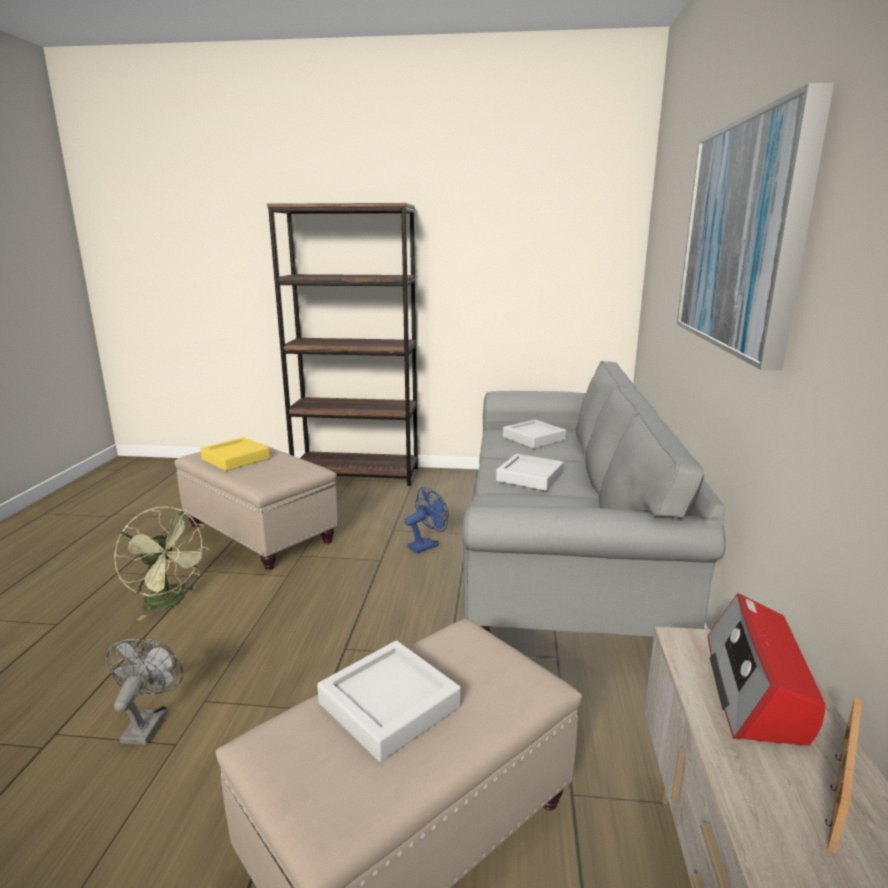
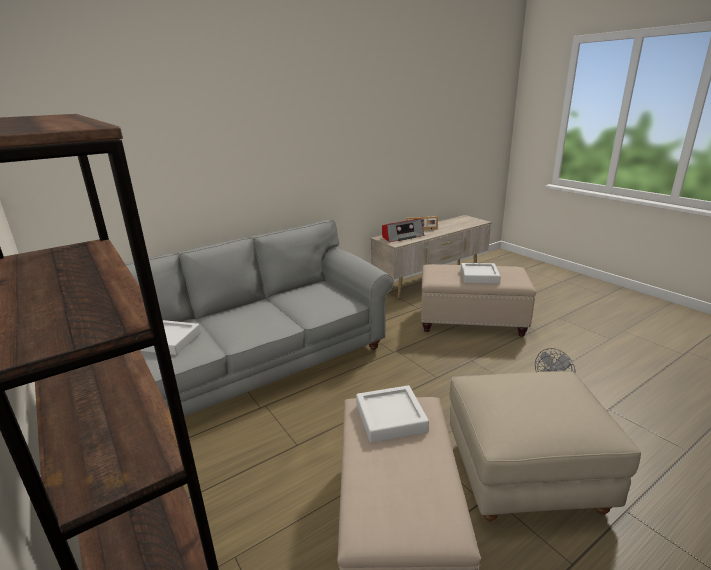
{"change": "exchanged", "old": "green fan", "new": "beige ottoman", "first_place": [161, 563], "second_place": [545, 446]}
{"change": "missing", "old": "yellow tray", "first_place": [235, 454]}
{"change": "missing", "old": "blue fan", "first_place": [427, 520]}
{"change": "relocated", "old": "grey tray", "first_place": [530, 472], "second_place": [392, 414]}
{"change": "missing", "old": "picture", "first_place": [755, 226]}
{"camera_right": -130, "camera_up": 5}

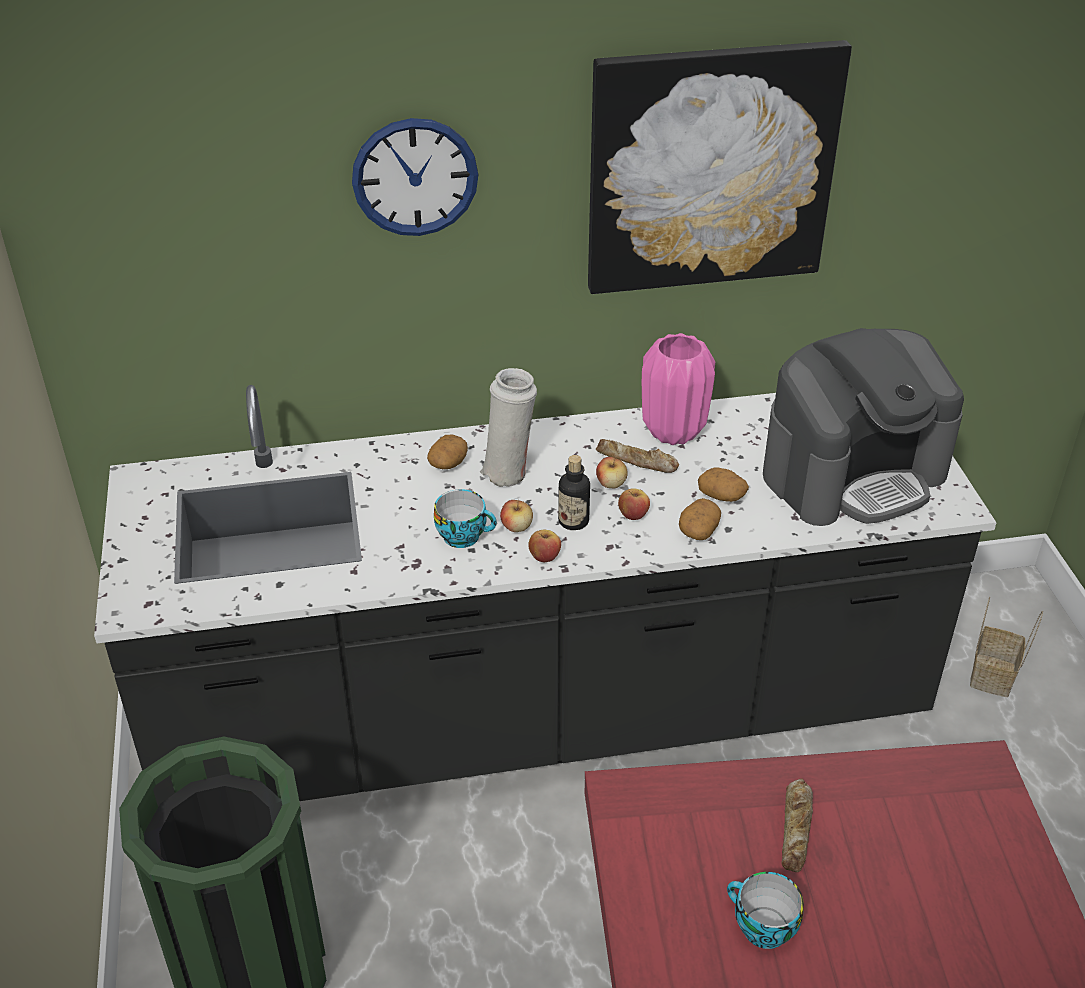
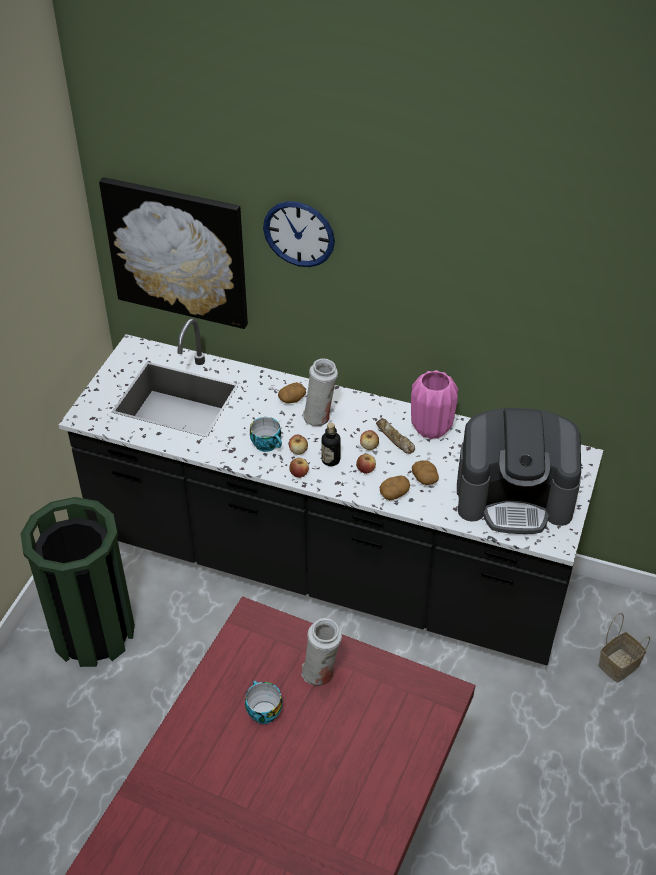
{"change": "relocated", "old": "picture", "first_place": [720, 167], "second_place": [173, 253]}
{"change": "exchanged", "old": "bread", "new": "white vase", "first_place": [797, 825], "second_place": [321, 652]}
{"camera_right": 30, "camera_up": 5}

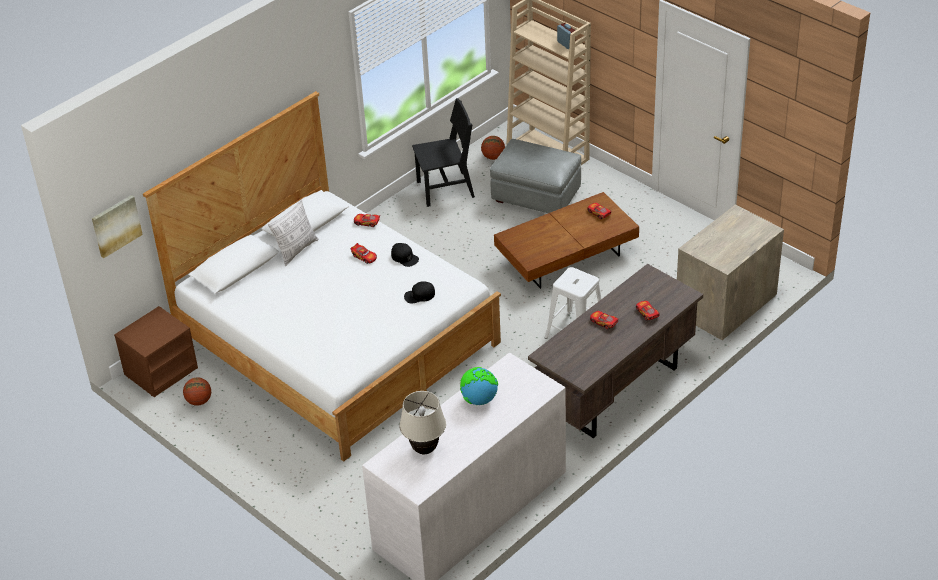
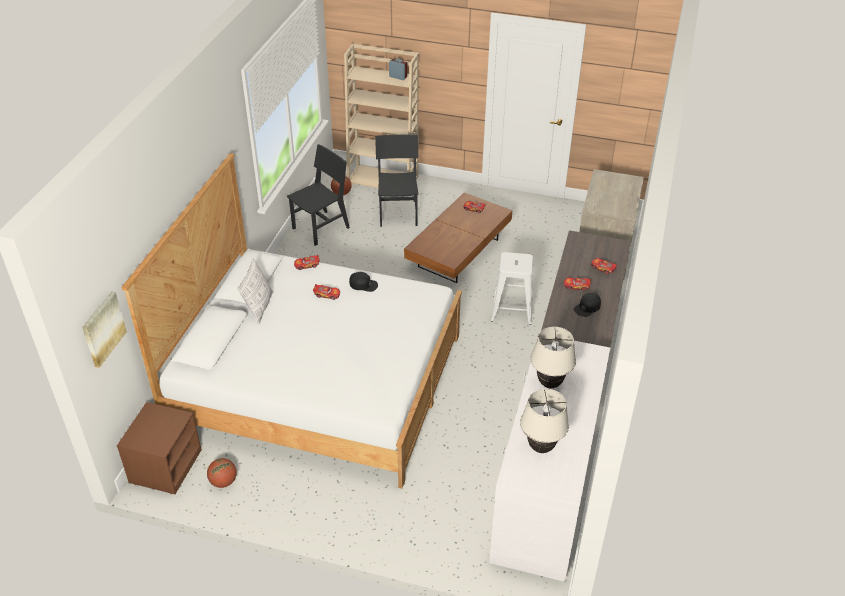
{"change": "relocated", "old": "black cap", "first_place": [419, 292], "second_place": [587, 305]}
{"change": "exchanged", "old": "globe", "new": "beige table lamp", "first_place": [479, 386], "second_place": [553, 357]}
{"change": "exchanged", "old": "grey ottoman", "new": "black chair", "first_place": [535, 176], "second_place": [396, 181]}
{"camera_right": -30, "camera_up": 0}

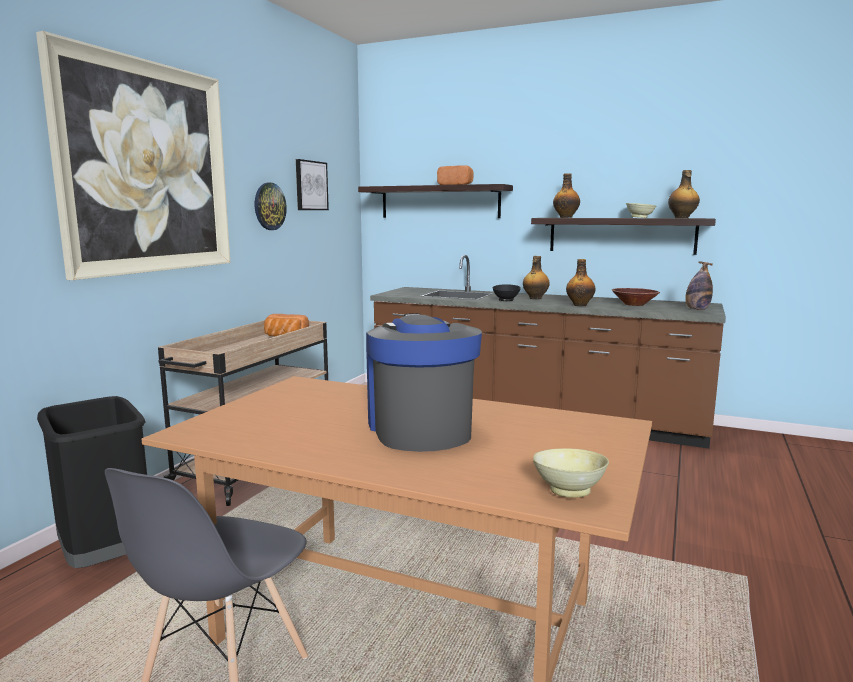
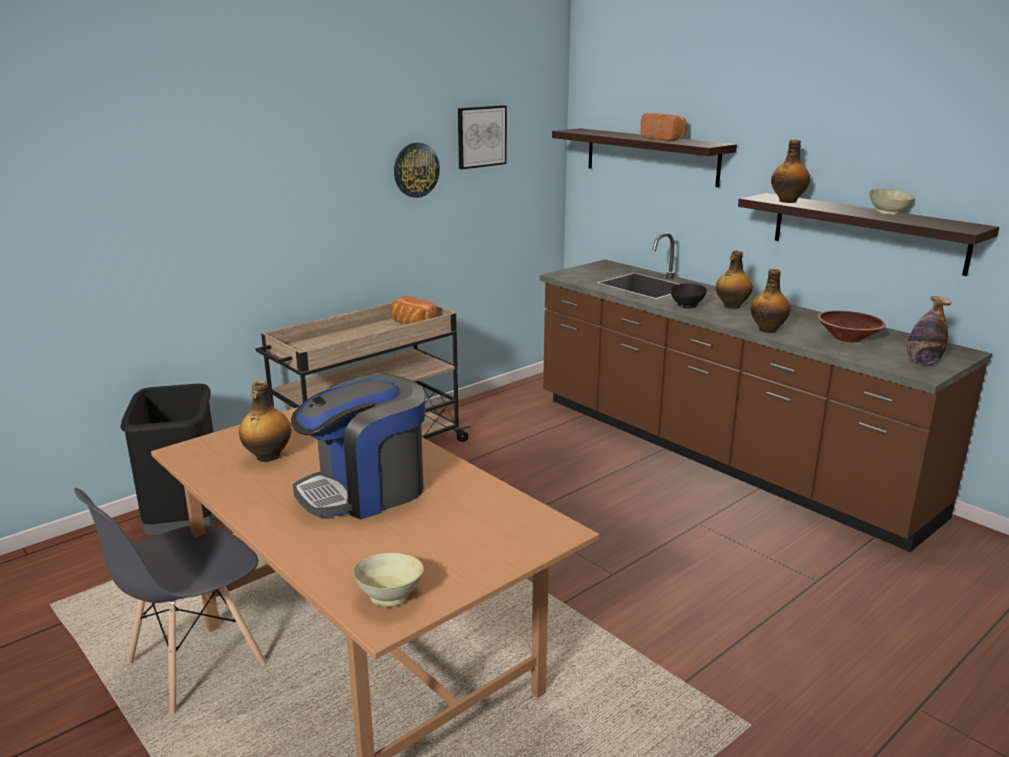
{"change": "missing", "old": "picture", "first_place": [133, 155]}
{"change": "spun", "old": "coffee machine", "first_place": [424, 382], "second_place": [358, 446], "degrees": -135}
{"change": "relocated", "old": "bottle", "first_place": [684, 194], "second_place": [265, 421]}
{"camera_right": 25, "camera_up": 10}

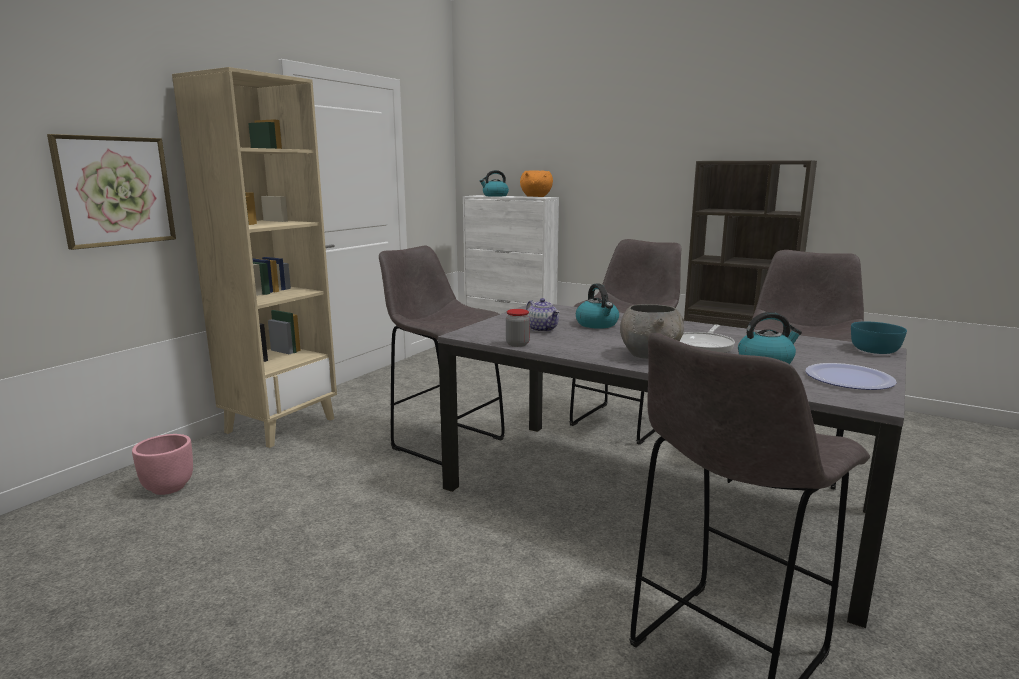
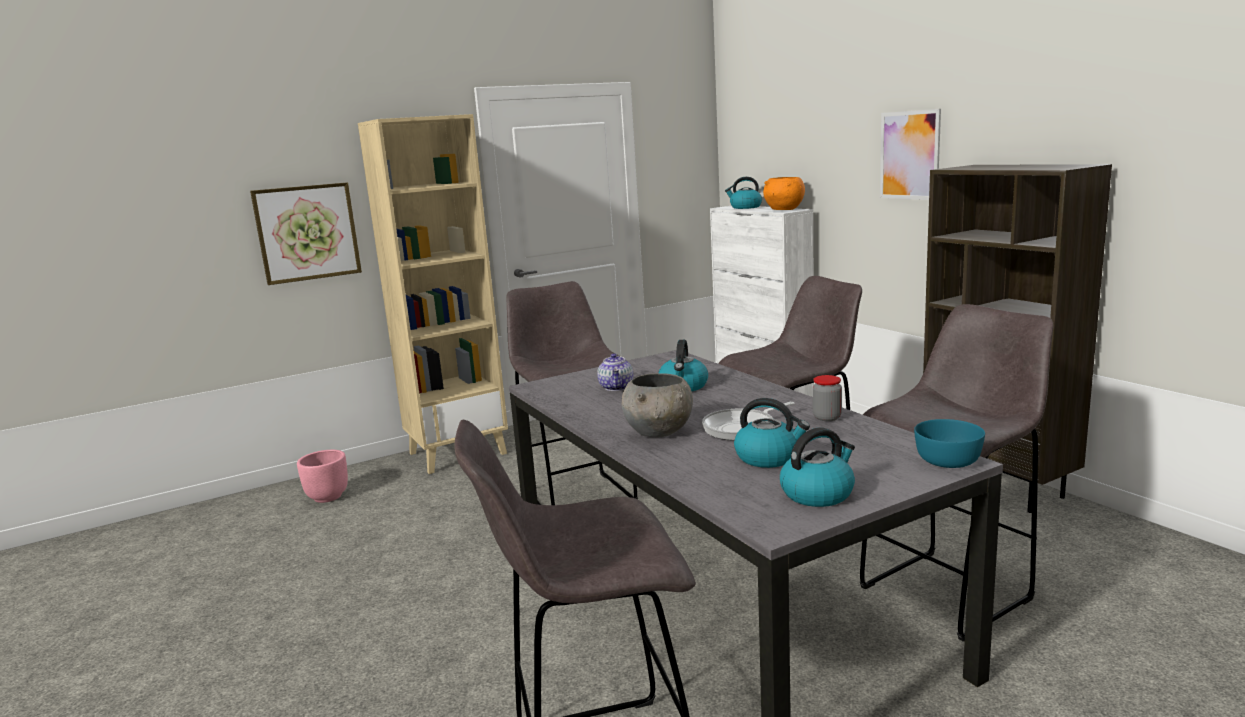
{"change": "relocated", "old": "jar", "first_place": [518, 328], "second_place": [827, 398]}
{"change": "exchanged", "old": "plate", "new": "kettle", "first_place": [851, 376], "second_place": [817, 467]}
{"change": "appeared", "new": "picture", "second_place": [910, 154]}
{"camera_right": 30, "camera_up": 0}

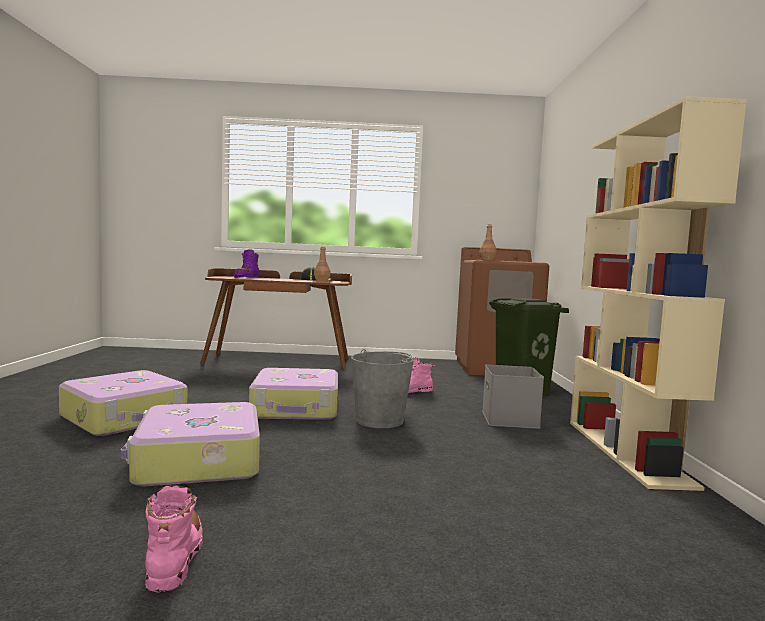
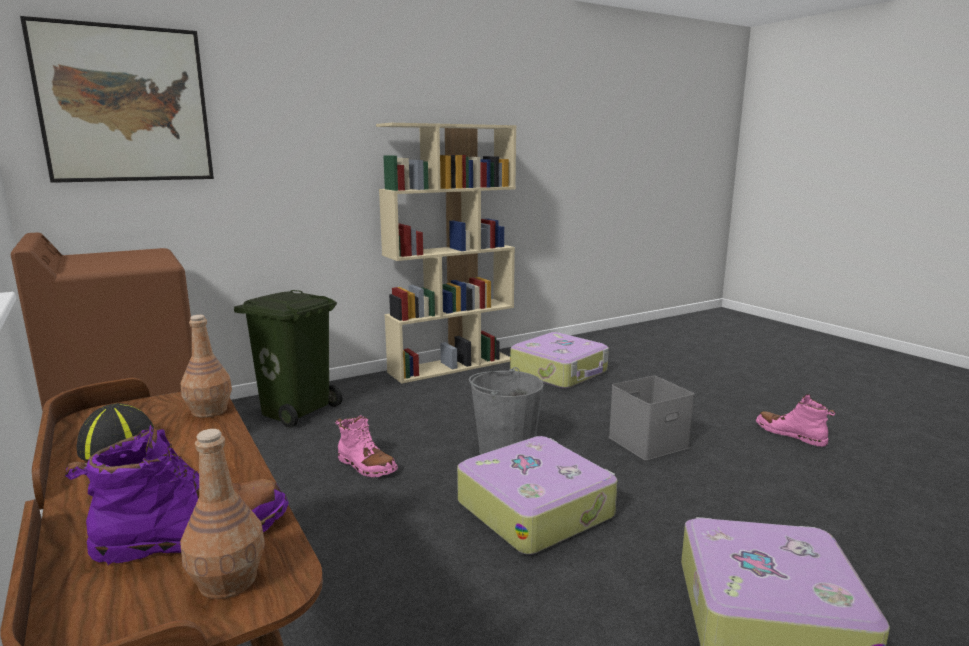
{"change": "relocated", "old": "suitcase", "first_place": [190, 444], "second_place": [559, 360]}
{"change": "spun", "old": "pink boot", "first_place": [174, 539], "second_place": [795, 420], "degrees": 90}
{"change": "relocated", "old": "brown bottle", "first_place": [488, 242], "second_place": [222, 514]}
{"change": "relocated", "old": "grey storage box", "first_place": [513, 397], "second_place": [651, 418]}
{"change": "appeared", "new": "picture", "second_place": [117, 99]}
{"camera_right": -120, "camera_up": 10}

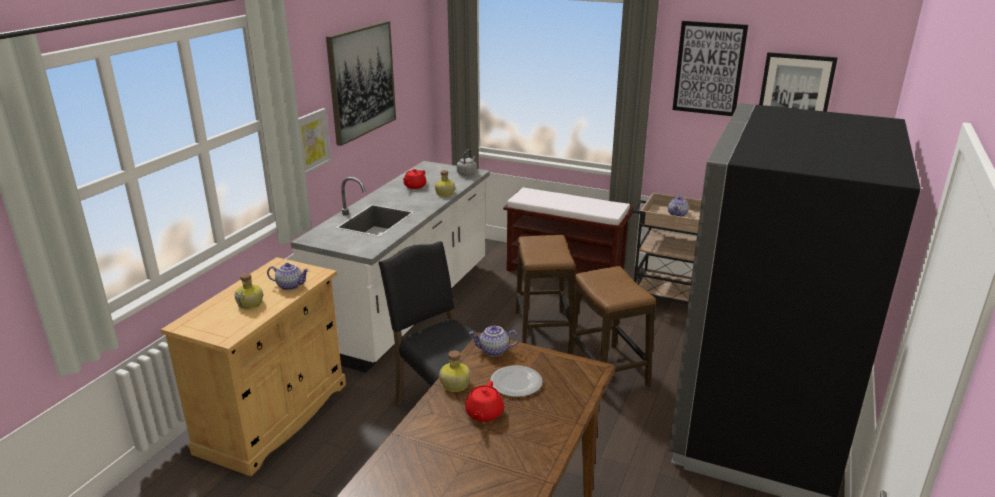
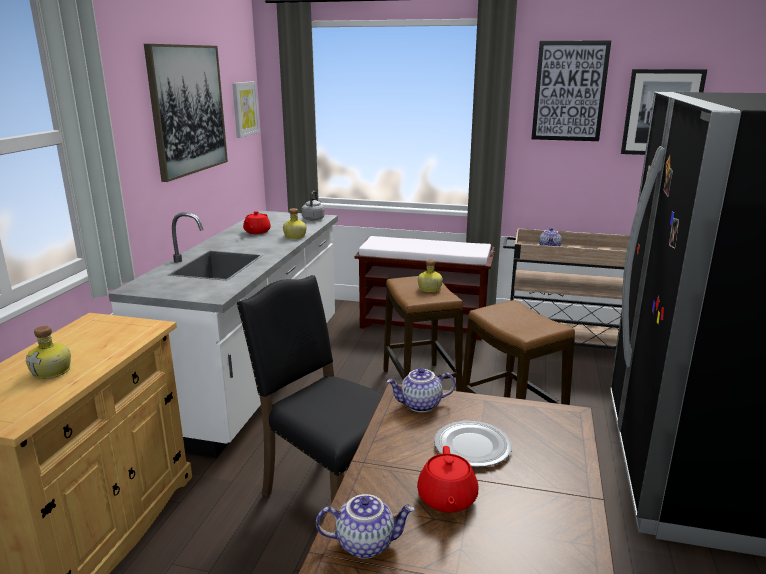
{"change": "relocated", "old": "teapot", "first_place": [288, 276], "second_place": [365, 526]}
{"change": "relocated", "old": "picture", "first_place": [314, 141], "second_place": [245, 109]}
{"change": "relocated", "old": "bottle", "first_place": [455, 371], "second_place": [430, 275]}
{"camera_right": -10, "camera_up": -5}

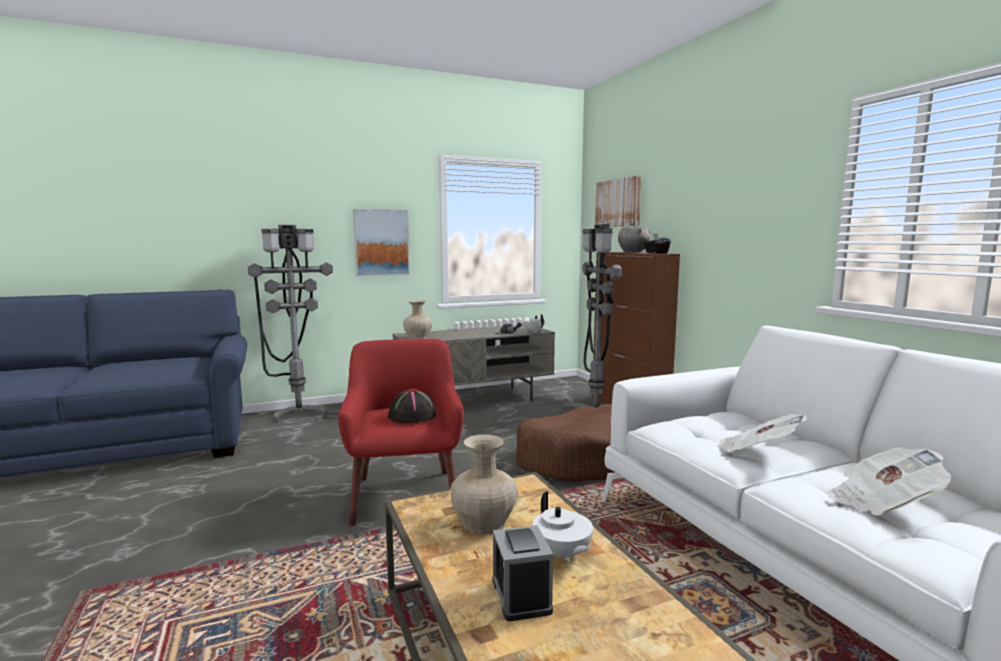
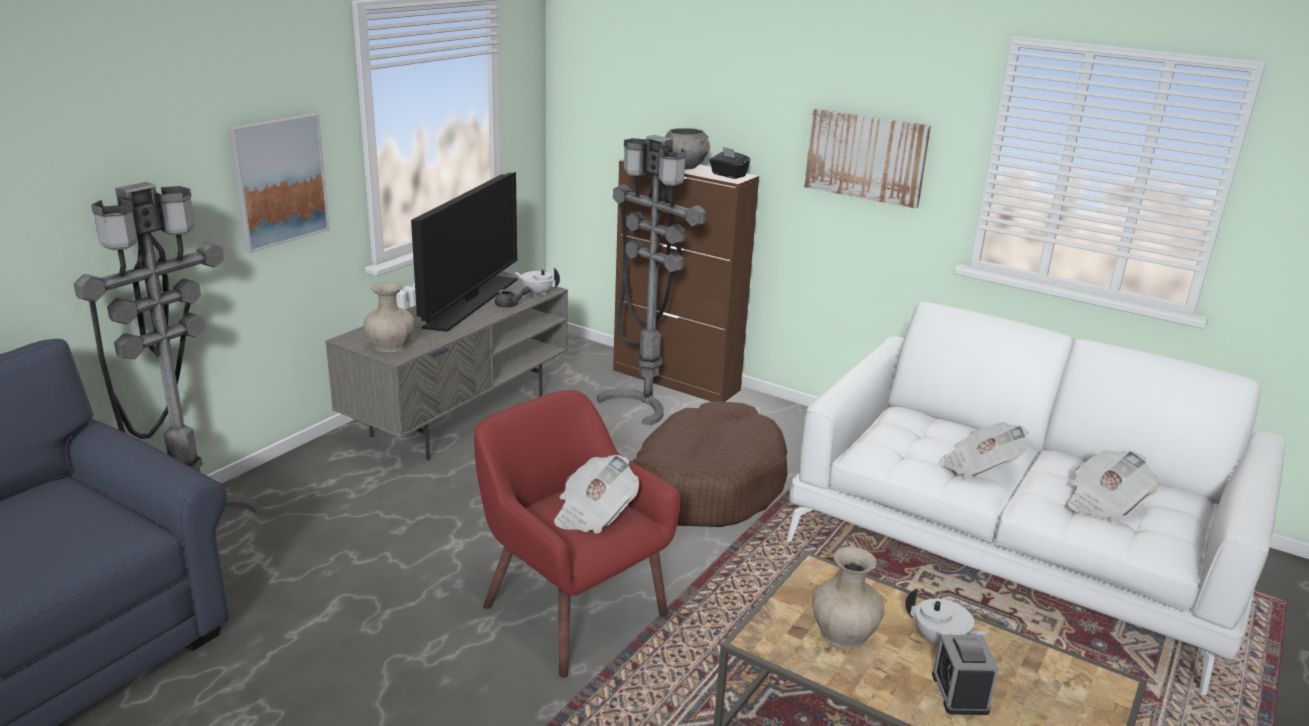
{"change": "exchanged", "old": "black hat", "new": "newspaper", "first_place": [412, 405], "second_place": [596, 494]}
{"change": "spun", "old": "alarm clock", "first_place": [523, 573], "second_place": [965, 674], "degrees": 45}
{"change": "relocated", "old": "picture", "first_place": [618, 201], "second_place": [867, 158]}
{"change": "appeared", "new": "television", "second_place": [464, 252]}
{"camera_right": -35, "camera_up": 15}

